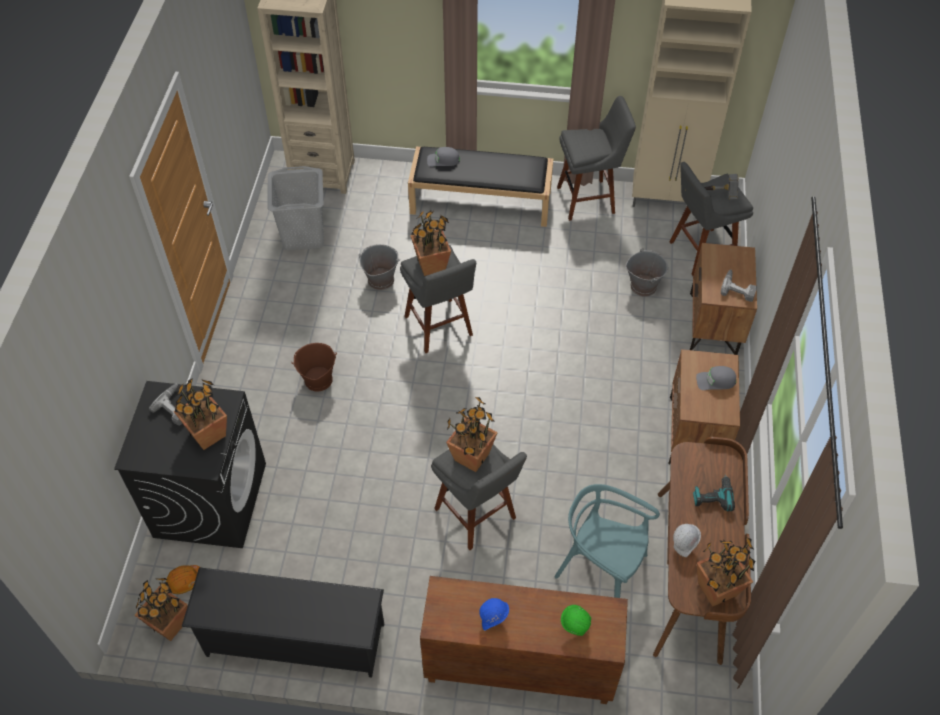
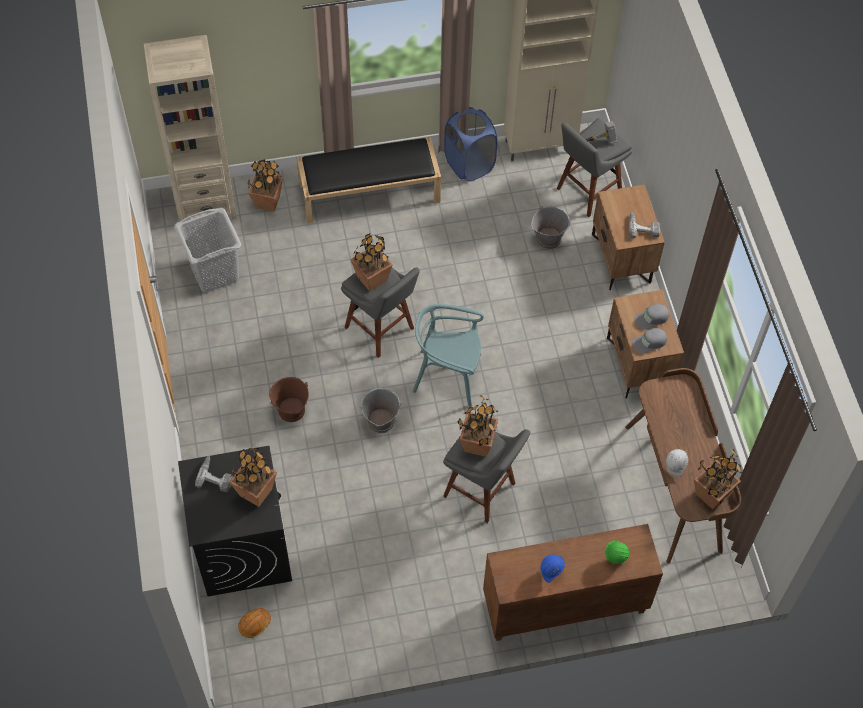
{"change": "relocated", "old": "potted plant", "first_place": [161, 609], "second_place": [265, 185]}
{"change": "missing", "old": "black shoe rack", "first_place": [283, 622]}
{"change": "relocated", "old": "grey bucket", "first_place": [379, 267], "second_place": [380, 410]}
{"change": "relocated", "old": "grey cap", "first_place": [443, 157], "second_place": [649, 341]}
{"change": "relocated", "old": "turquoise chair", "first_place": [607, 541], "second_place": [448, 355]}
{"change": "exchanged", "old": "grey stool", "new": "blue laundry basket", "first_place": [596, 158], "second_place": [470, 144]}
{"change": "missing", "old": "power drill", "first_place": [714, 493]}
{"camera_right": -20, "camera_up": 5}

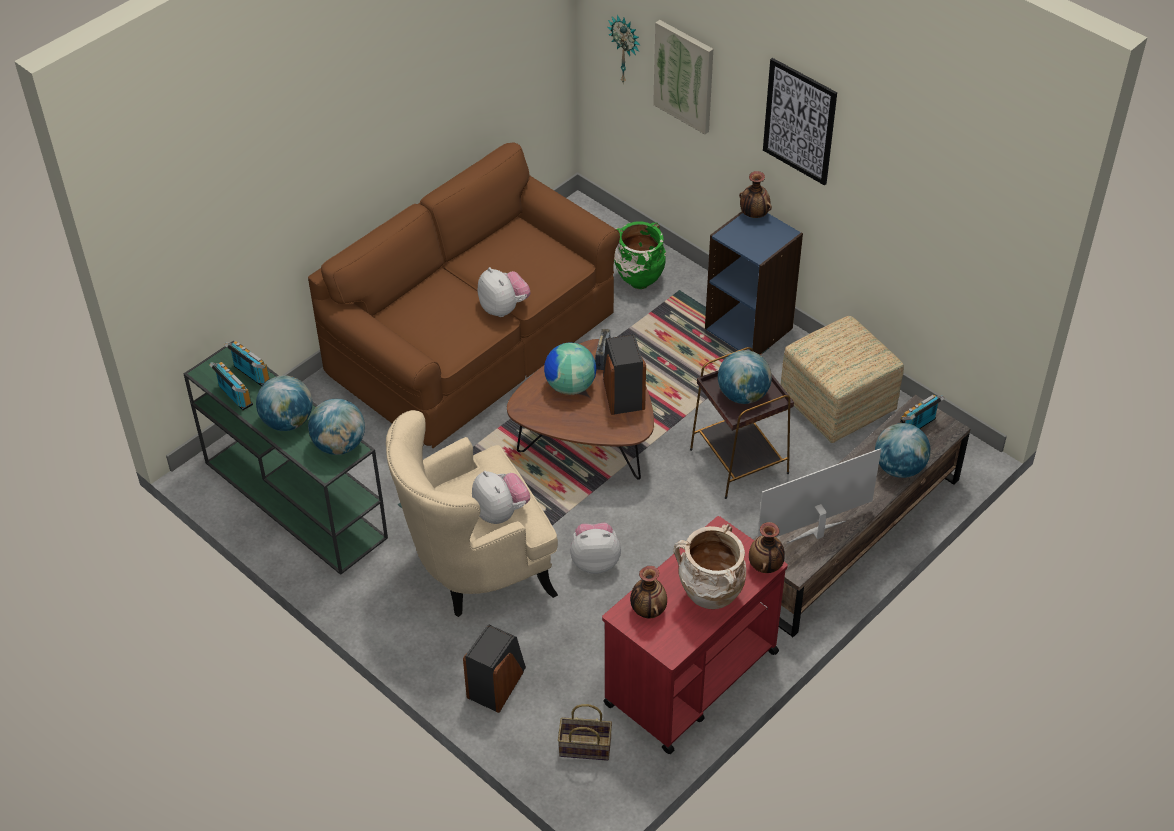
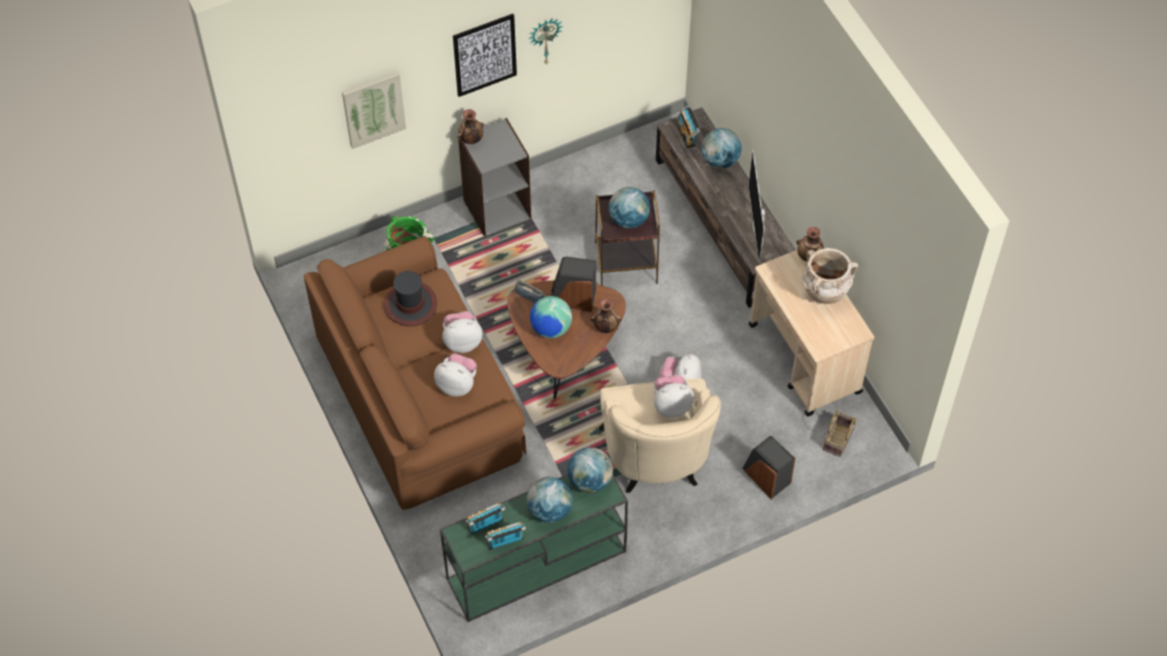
{"change": "colour", "old": "red cart", "new": "beige cart", "first_place": [695, 635], "second_place": [811, 333]}
{"change": "relocated", "old": "wall clock", "first_place": [624, 49], "second_place": [546, 41]}
{"change": "relocated", "old": "vase", "first_place": [648, 592], "second_place": [606, 316]}
{"change": "colour", "old": "blue bookcase", "new": "grey bookcase", "first_place": [754, 283], "second_place": [494, 177]}
{"change": "missing", "old": "ottoman", "first_place": [842, 379]}
{"change": "appeared", "new": "hat", "second_place": [410, 298]}
{"change": "appeared", "new": "plush toy", "second_place": [455, 375]}
{"camera_right": -70, "camera_up": 10}

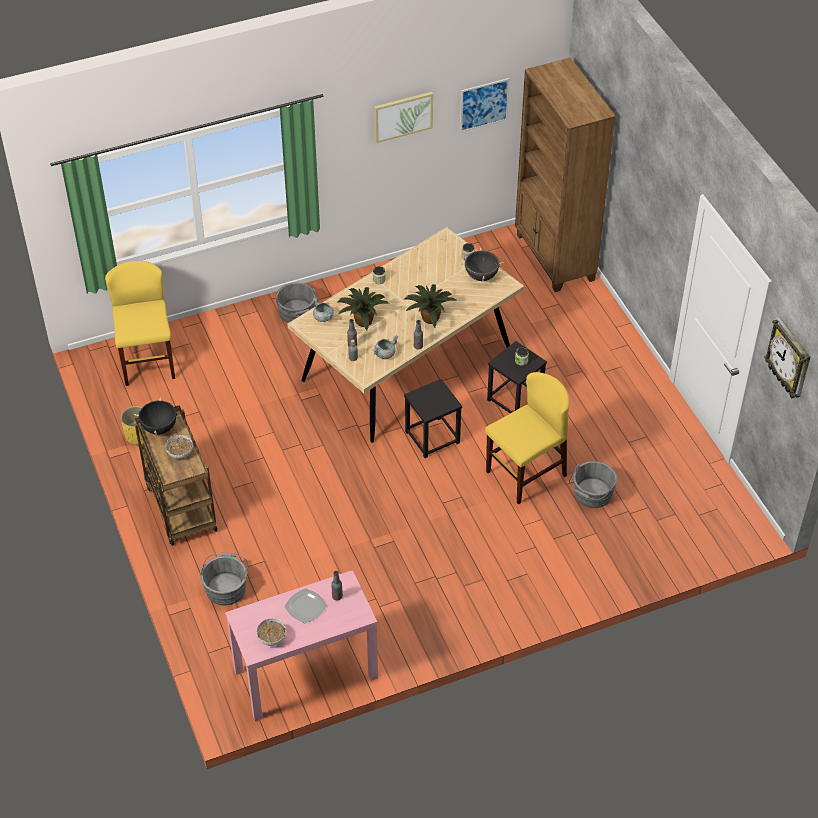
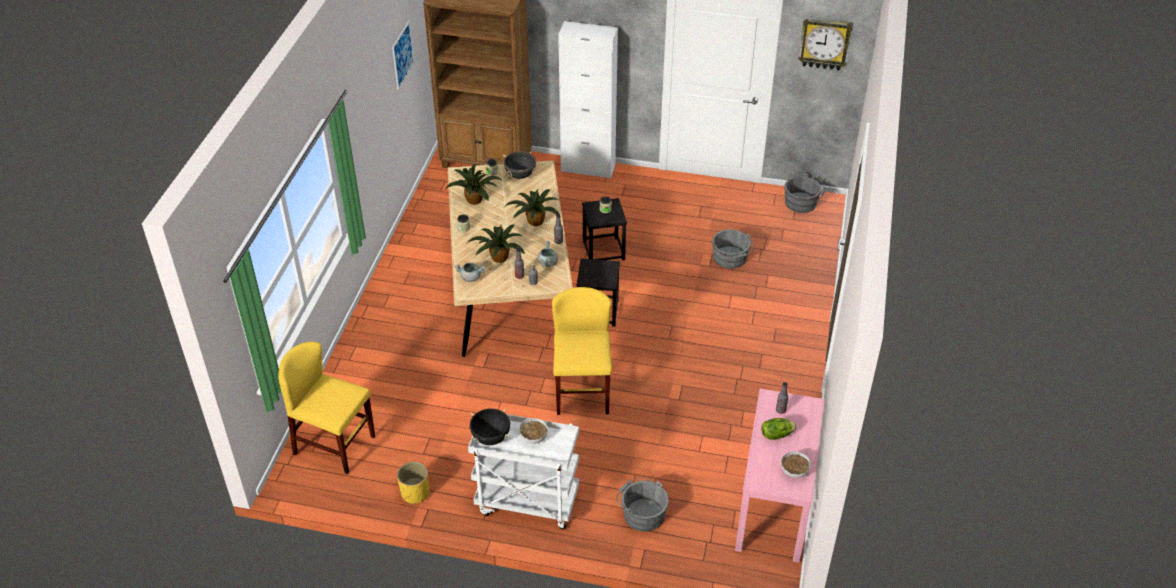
{"change": "colour", "old": "brown cart", "new": "white cart", "first_place": [176, 475], "second_place": [523, 472]}
{"change": "relocated", "old": "grey bucket", "first_place": [296, 303], "second_place": [804, 193]}
{"change": "exchanged", "old": "plate", "new": "lettuce", "first_place": [305, 606], "second_place": [779, 429]}
{"change": "missing", "old": "picture", "first_place": [403, 117]}
{"change": "relocated", "old": "yellow chair", "first_place": [527, 438], "second_place": [582, 351]}
{"change": "appeared", "new": "potted plant", "second_place": [473, 184]}
{"change": "appeared", "new": "white cabinet", "second_place": [588, 100]}
{"camera_right": -55, "camera_up": -5}

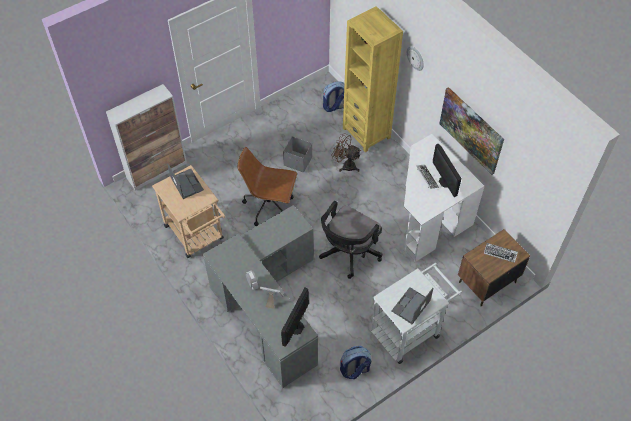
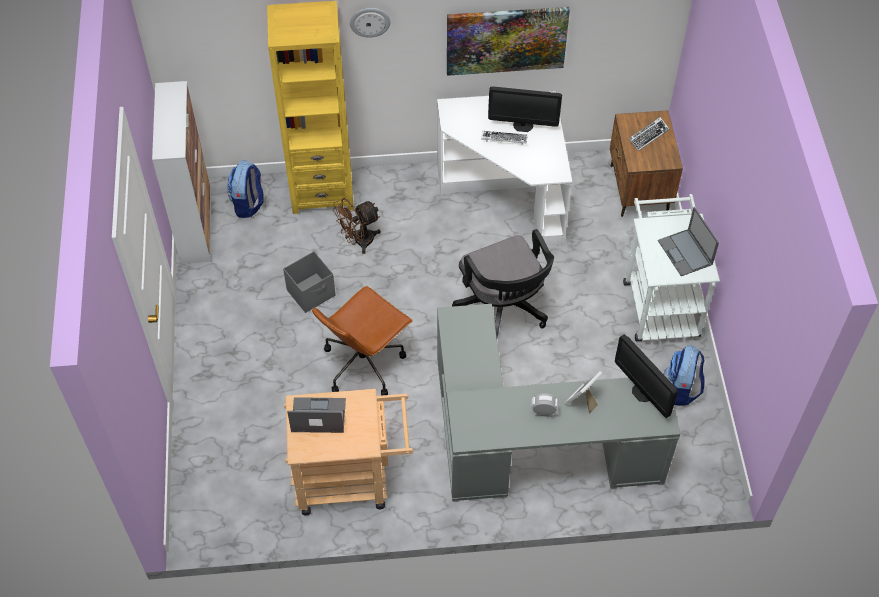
{"change": "relocated", "old": "cabinet", "first_place": [146, 137], "second_place": [181, 172]}
{"camera_right": -60, "camera_up": 0}

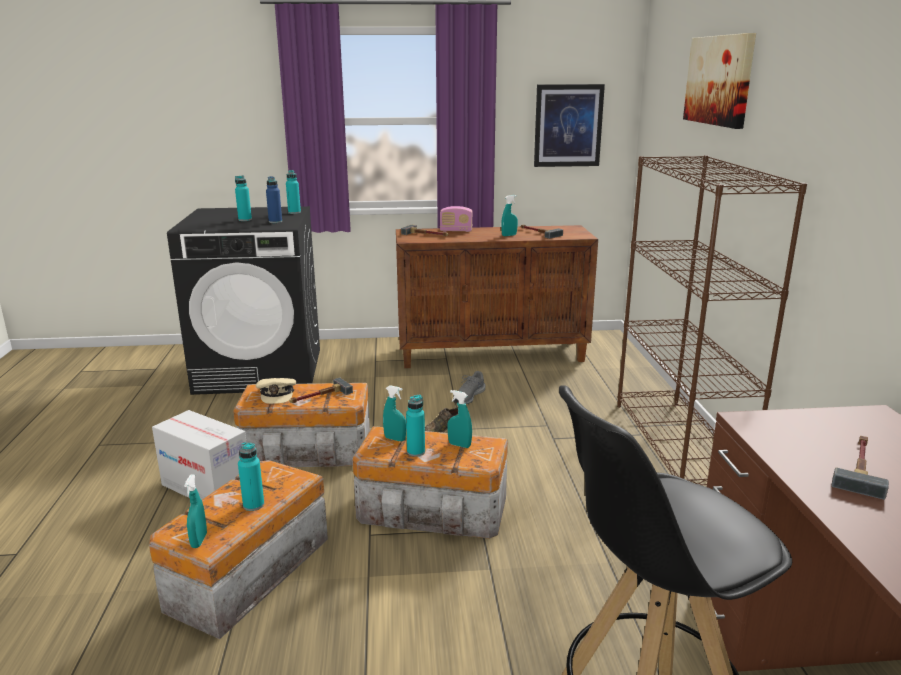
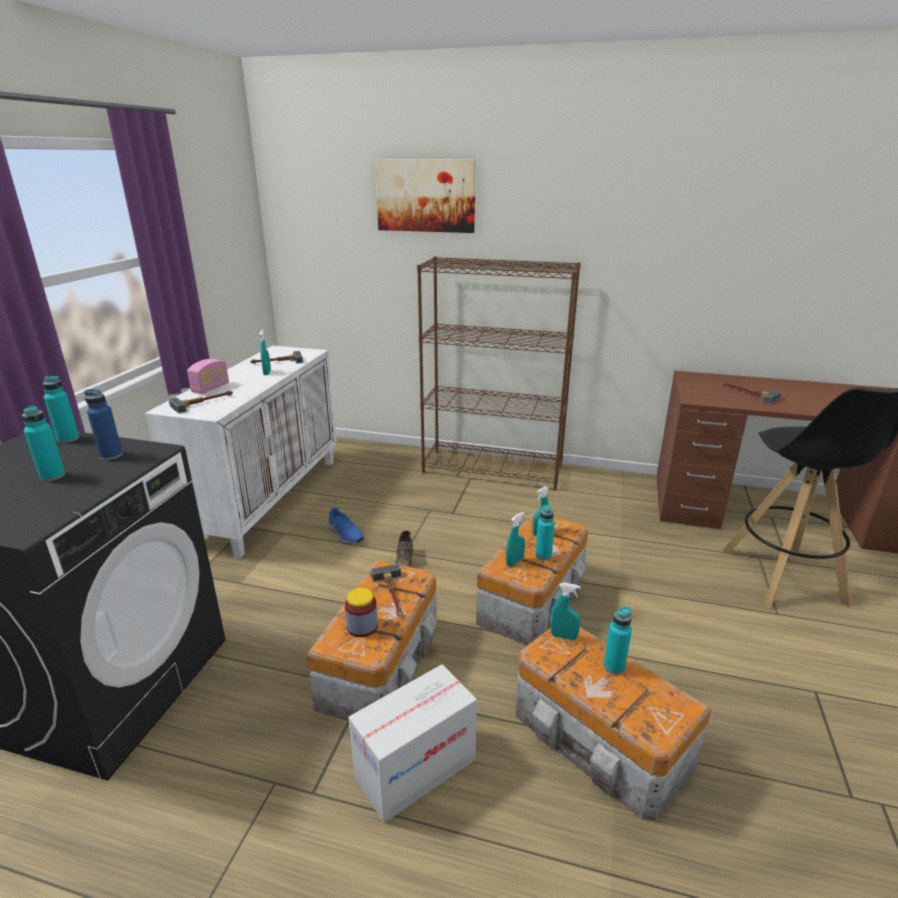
{"change": "relocated", "old": "turquoise spray bottle", "first_place": [195, 511], "second_place": [565, 611]}
{"change": "exchanged", "old": "beige cap", "new": "jar", "first_place": [276, 391], "second_place": [361, 612]}
{"change": "colour", "old": "brown cabinet", "new": "white cabinet", "first_place": [497, 296], "second_place": [241, 452]}
{"change": "colour", "old": "grey shoe", "new": "blue shoe", "first_place": [469, 387], "second_place": [346, 526]}
{"change": "missing", "old": "picture", "first_place": [569, 125]}
{"camera_right": -70, "camera_up": 5}

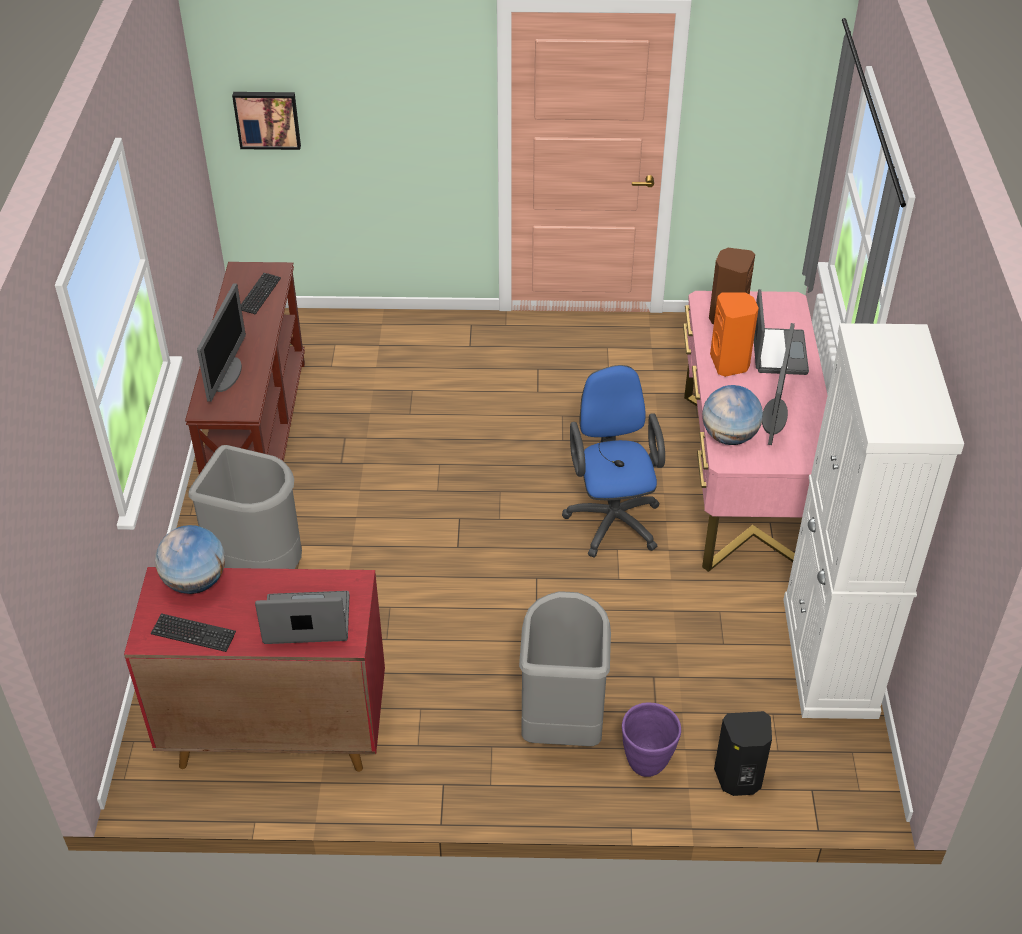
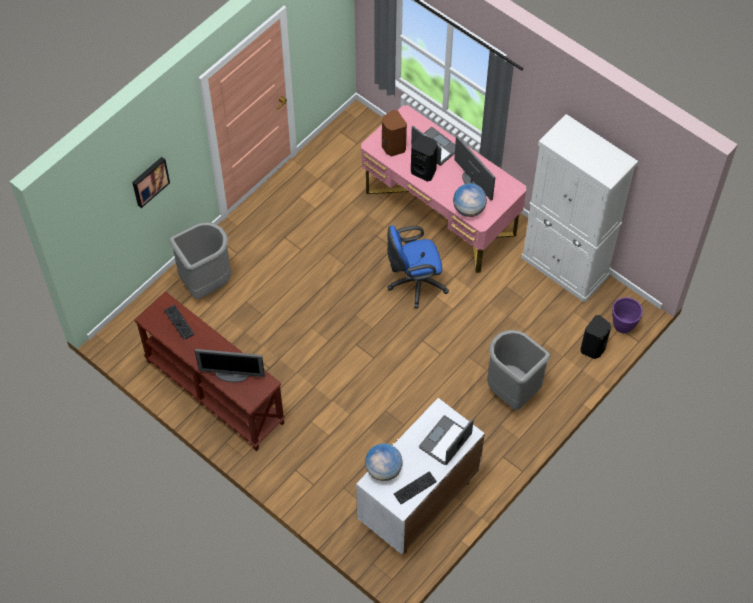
{"change": "colour", "old": "red cabinet", "new": "white cabinet", "first_place": [254, 669], "second_place": [420, 476]}
{"change": "relocated", "old": "grey trash can", "first_place": [245, 507], "second_place": [200, 260]}
{"change": "spun", "old": "monitor", "first_place": [221, 342], "second_place": [230, 365], "degrees": 135}
{"change": "relocated", "old": "picture", "first_place": [266, 121], "second_place": [151, 182]}
{"change": "spun", "old": "blue office chair", "first_place": [613, 461], "second_place": [418, 266], "degrees": -45}
{"change": "relocated", "old": "purple planter", "first_place": [651, 740], "second_place": [627, 315]}
{"change": "colour", "old": "orange speaker", "new": "black speaker", "first_place": [734, 335], "second_place": [424, 158]}
{"camera_right": -50, "camera_up": 15}

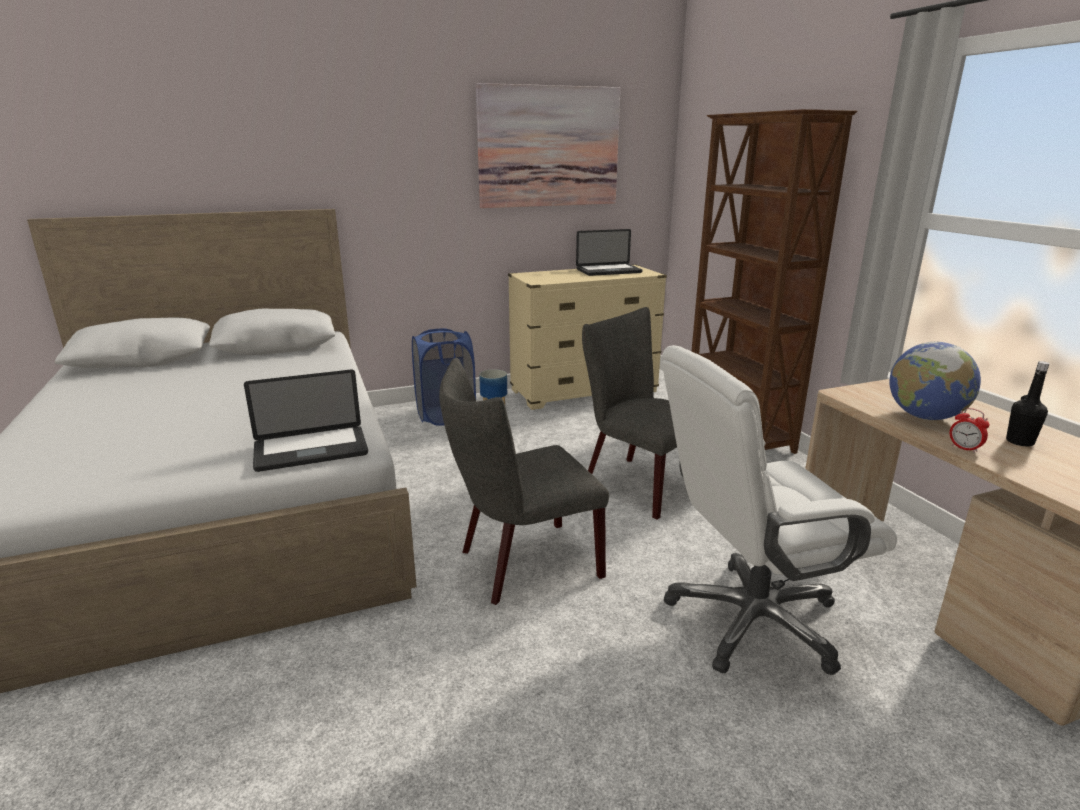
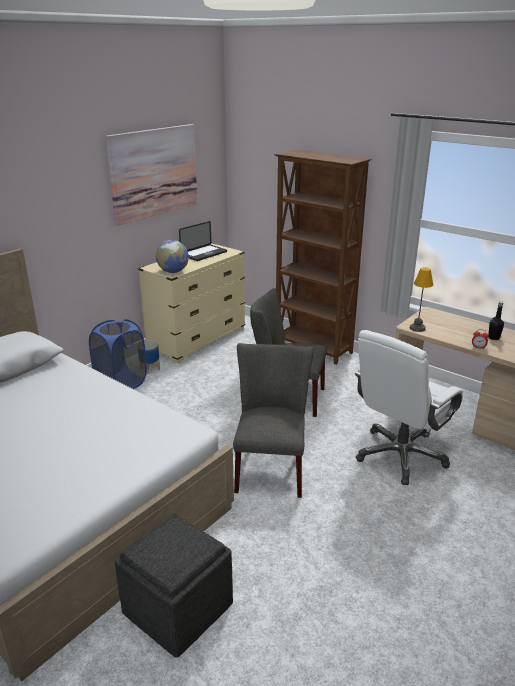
{"change": "missing", "old": "laptop", "first_place": [306, 421]}
{"change": "spun", "old": "grey chair", "first_place": [524, 481], "second_place": [273, 420], "degrees": 150}
{"change": "relocated", "old": "globe", "first_place": [935, 381], "second_place": [172, 256]}
{"change": "appeared", "new": "grey ottoman", "second_place": [173, 585]}
{"change": "appeared", "new": "table lamp", "second_place": [421, 299]}
{"camera_right": -30, "camera_up": 5}

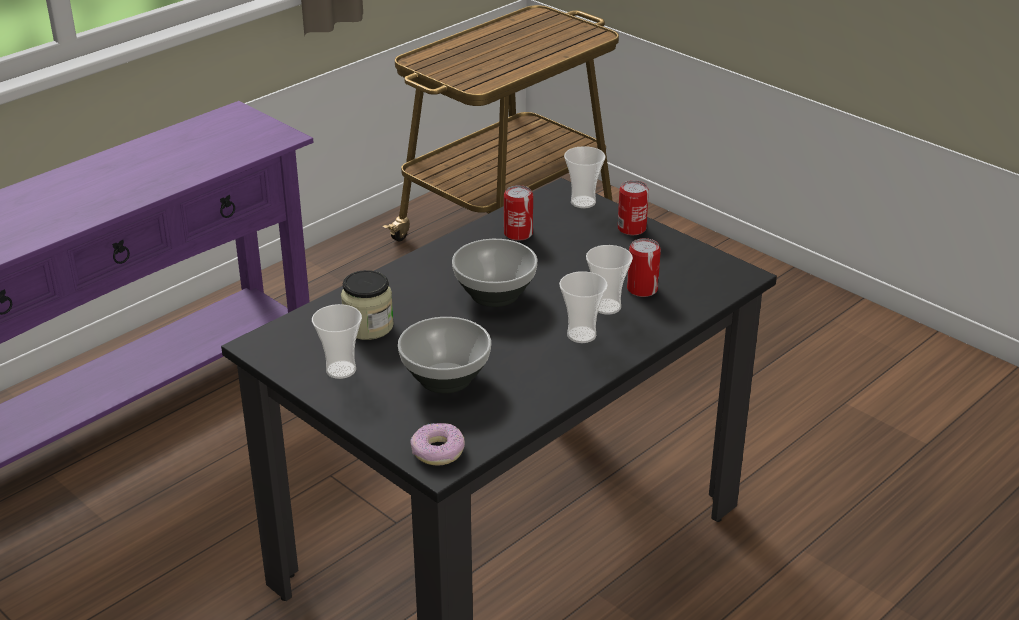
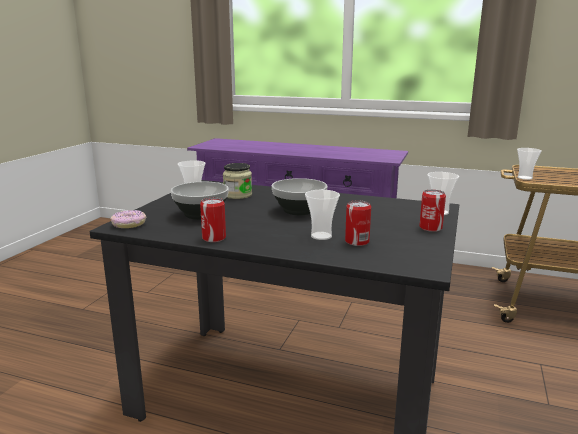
{"change": "relocated", "old": "can", "first_place": [518, 213], "second_place": [213, 220]}
{"change": "relocated", "old": "cup", "first_place": [583, 307], "second_place": [529, 164]}
{"camera_right": 65, "camera_up": -15}

